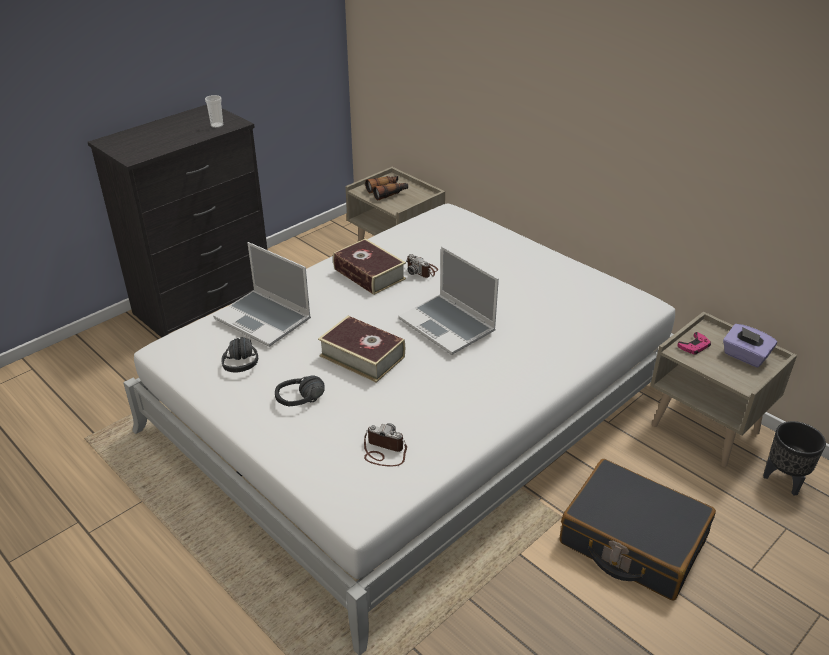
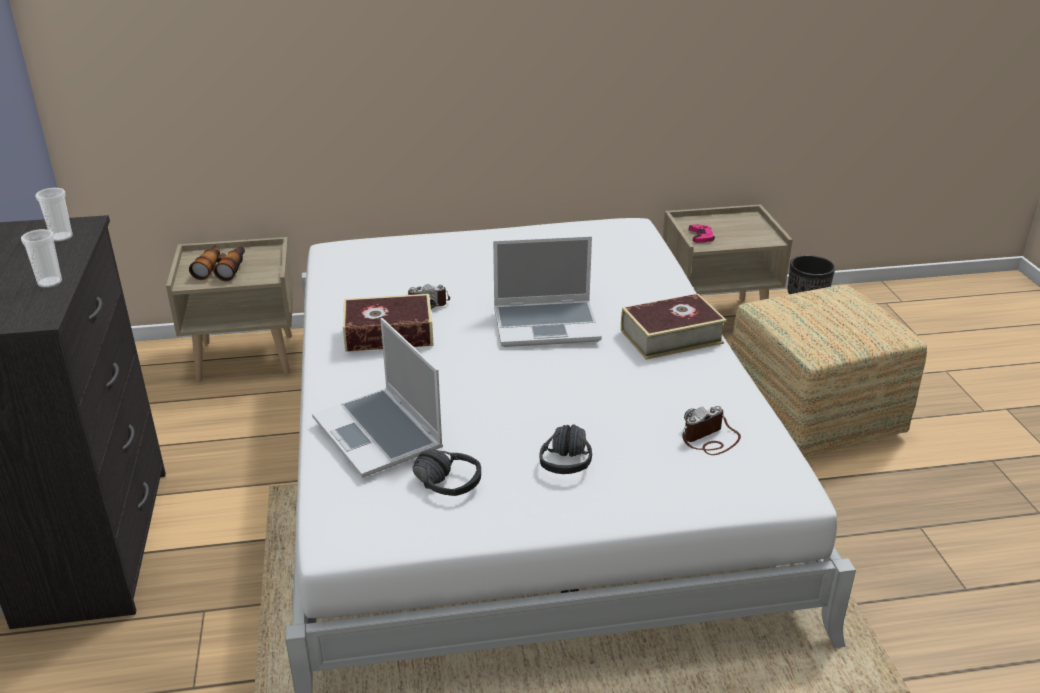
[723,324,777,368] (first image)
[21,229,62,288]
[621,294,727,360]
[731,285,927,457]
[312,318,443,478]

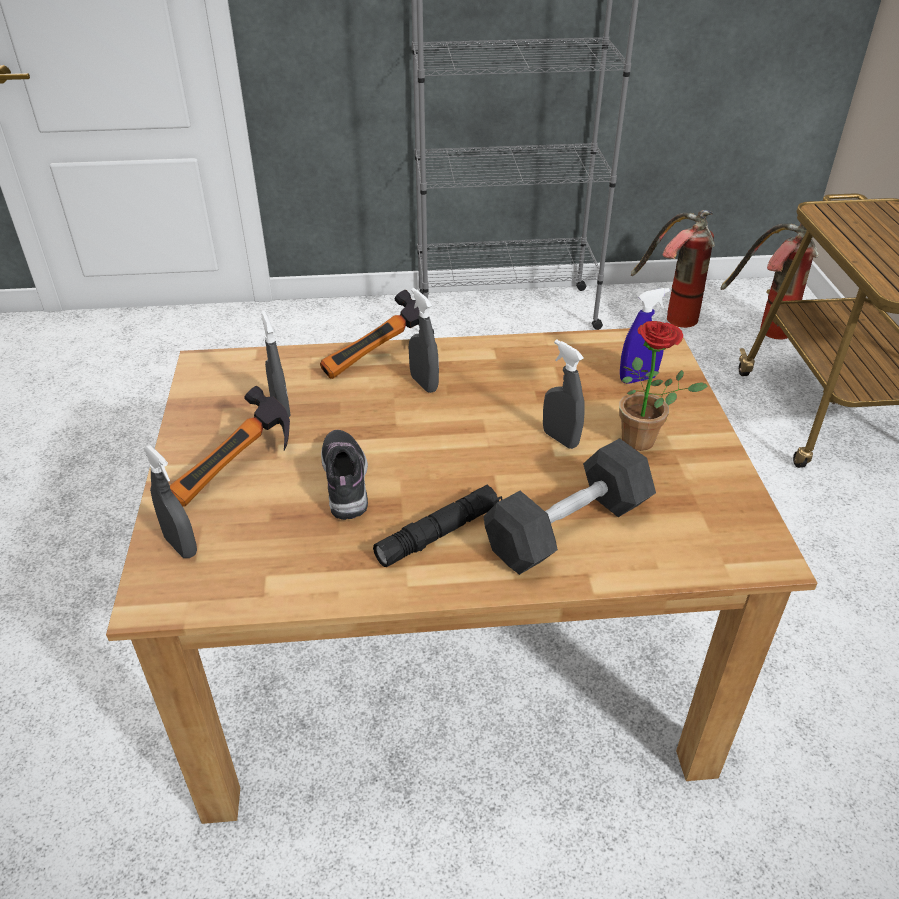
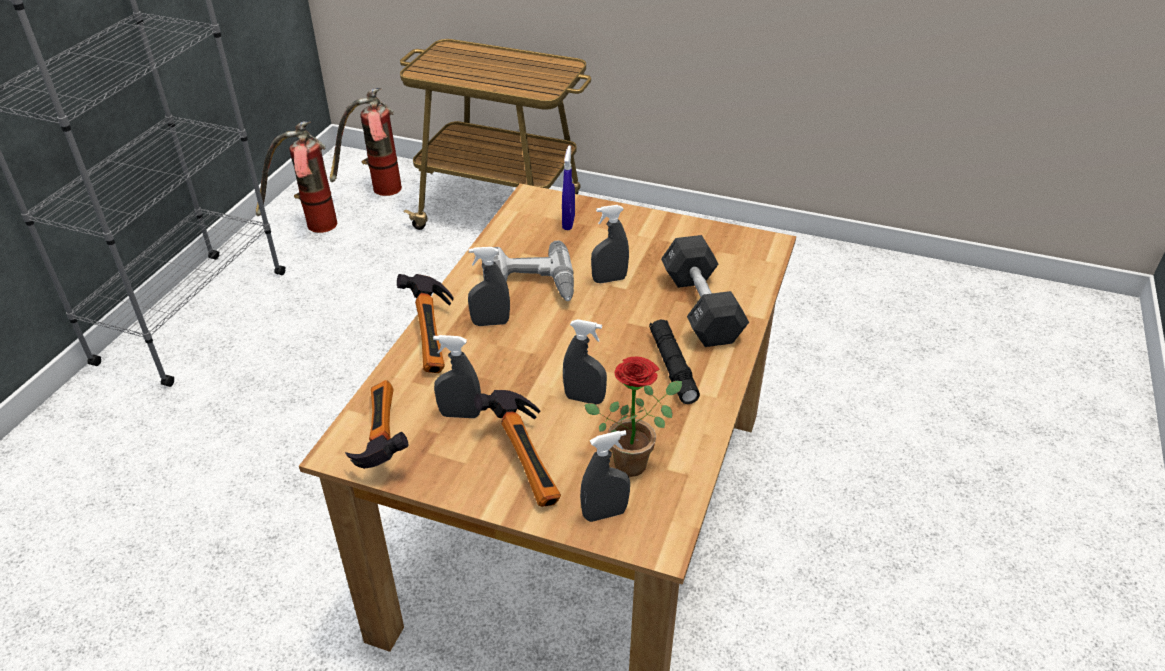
[345,380,409,469]
[482,241,574,301]
[584,357,682,477]
[563,319,607,404]

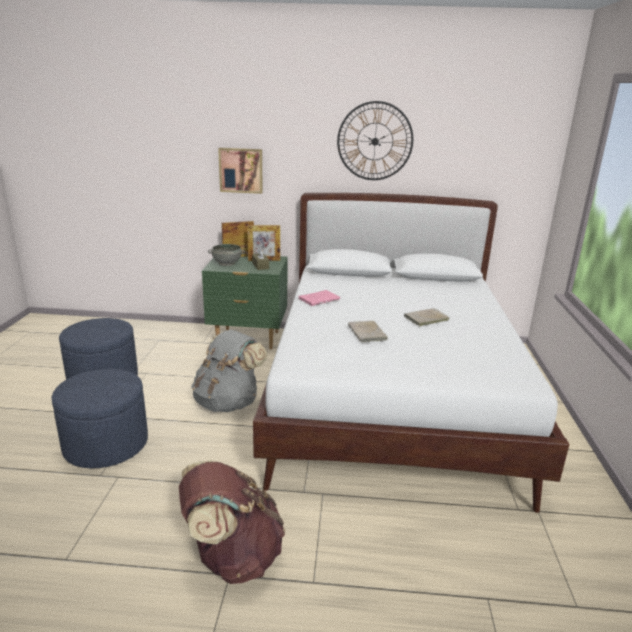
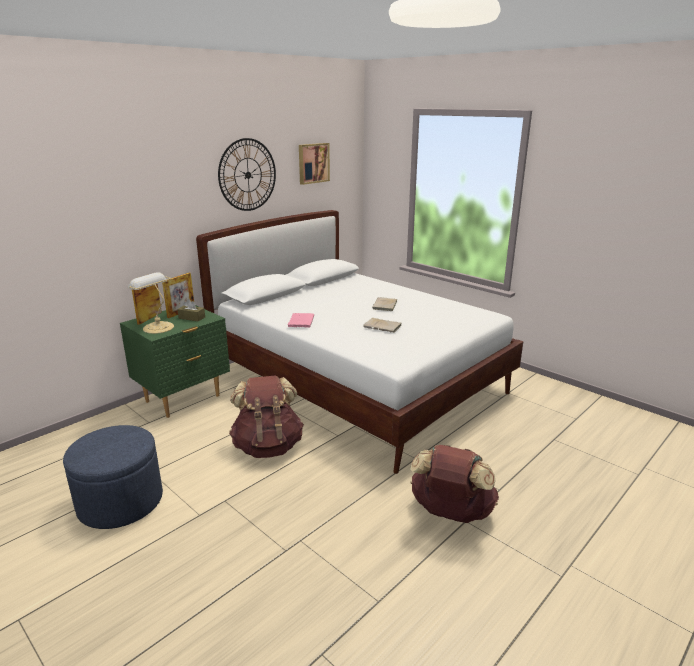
[52,369,148,468] (first image)
[299,143,330,185]
[128,272,174,334]
[229,375,304,458]

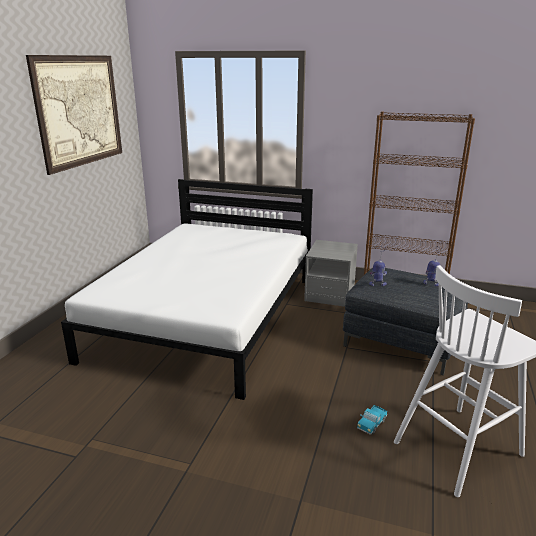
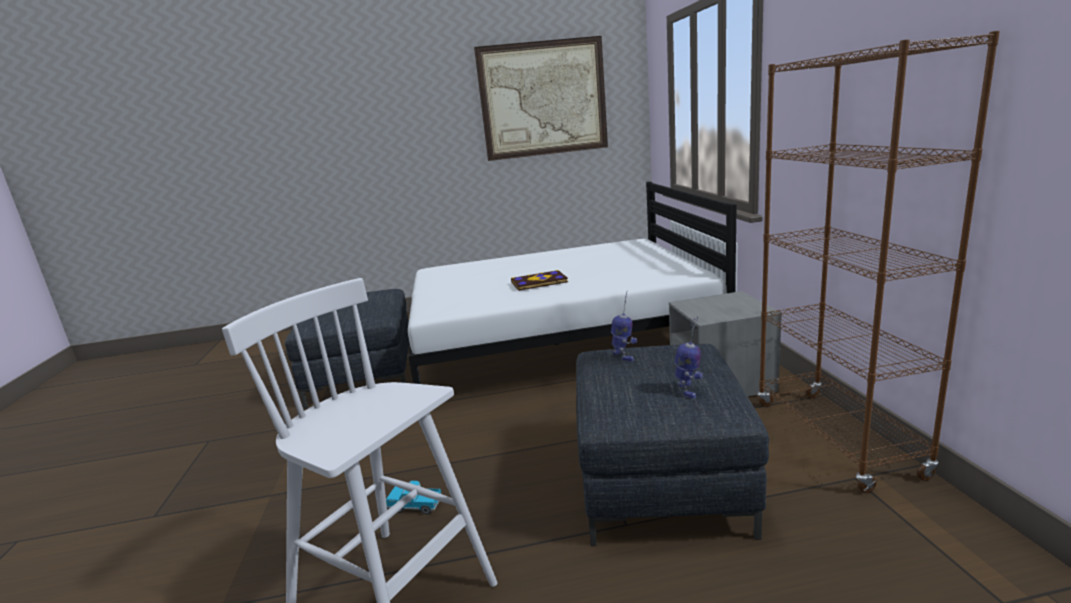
[285,289,410,409]
[511,270,568,291]

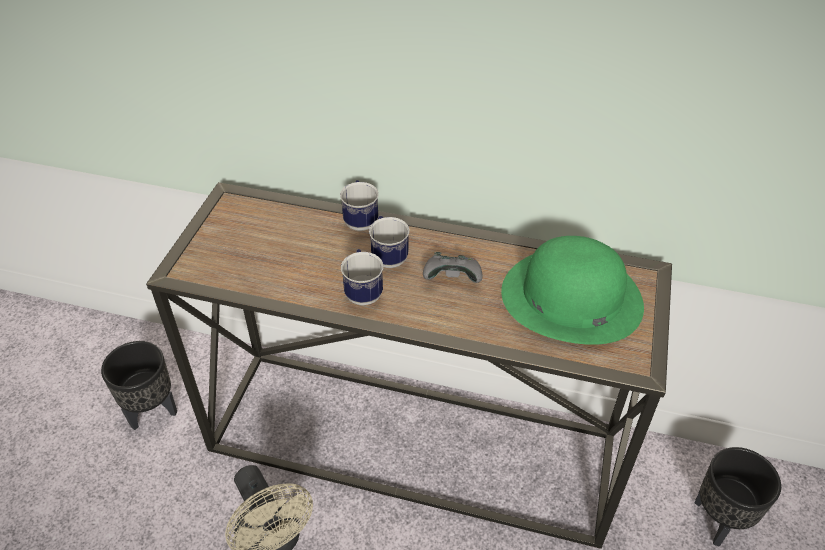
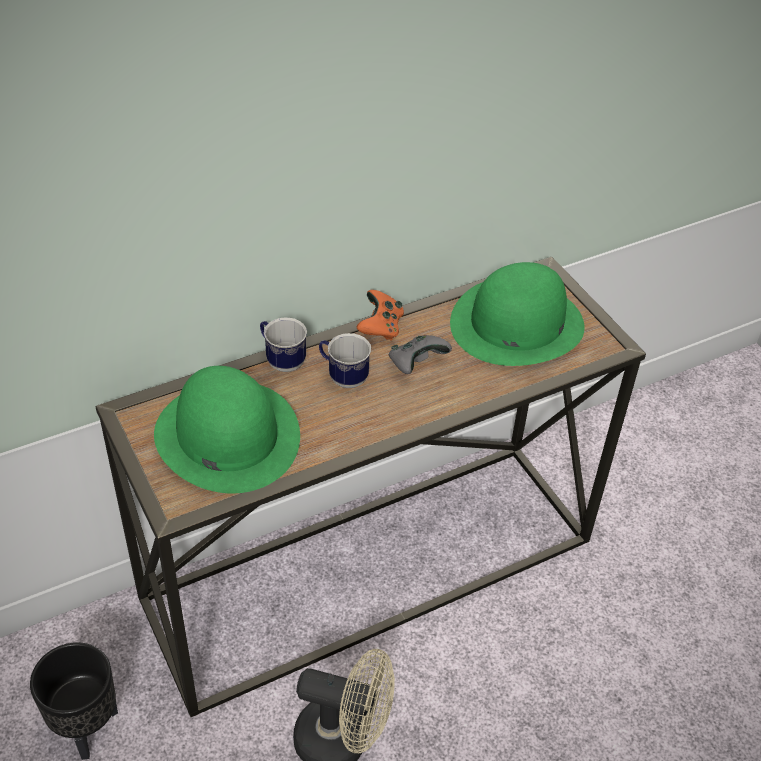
[341,249,383,305] (first image)
[694,447,781,547] (first image)
[154,366,300,494]
[357,290,404,341]

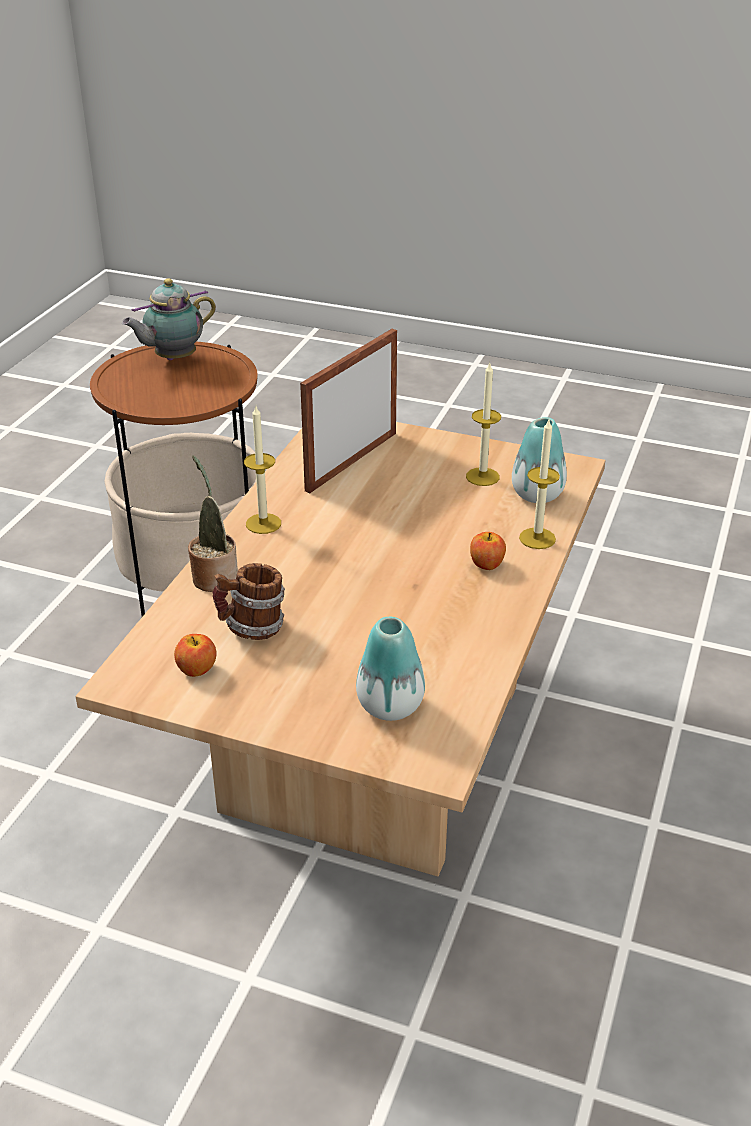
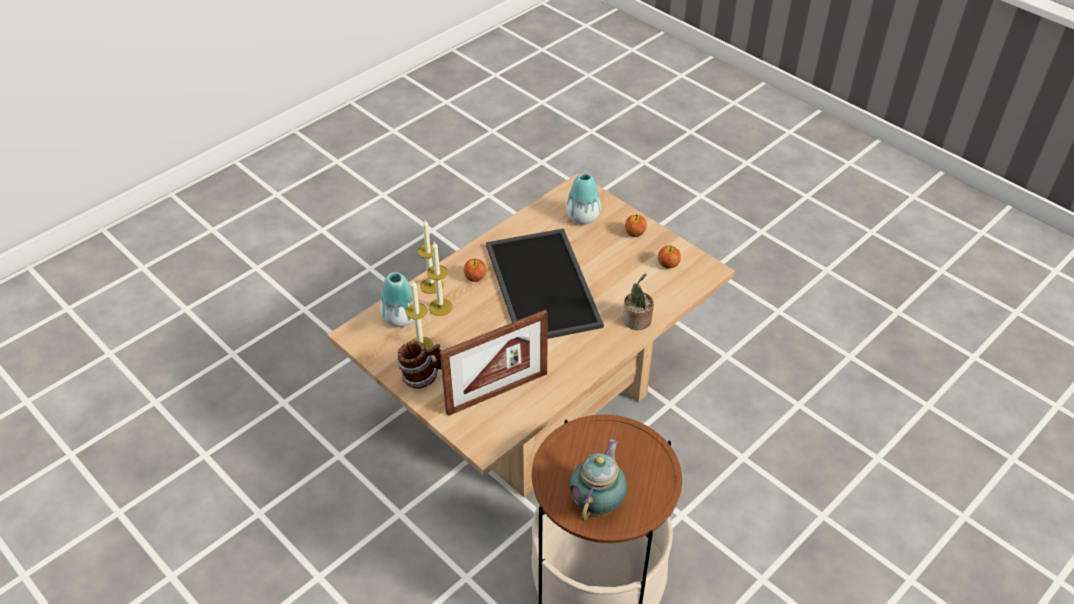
[486,228,604,339]
[625,214,647,237]
[397,341,441,389]
[427,241,453,316]
[569,439,627,521]

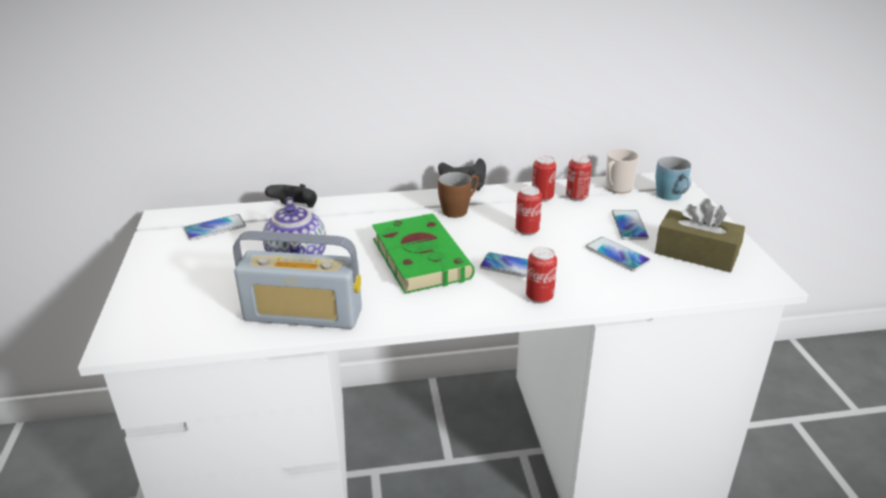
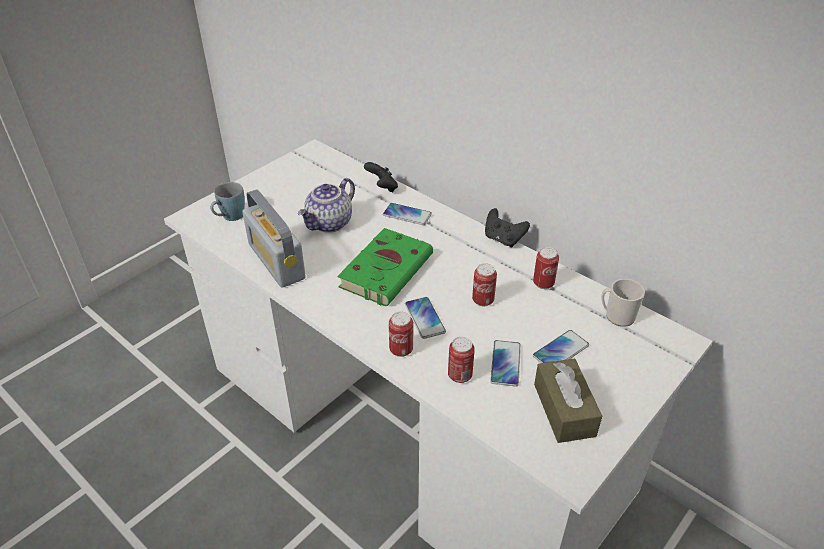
[438,172,479,218] (first image)
[383,203,432,225]
[448,337,475,383]
[210,182,245,221]

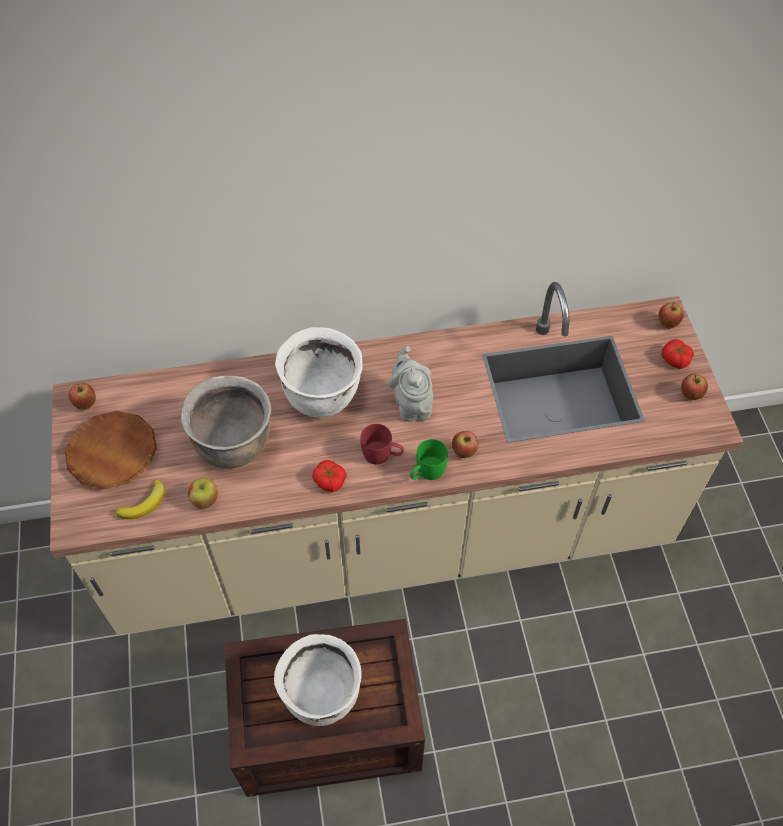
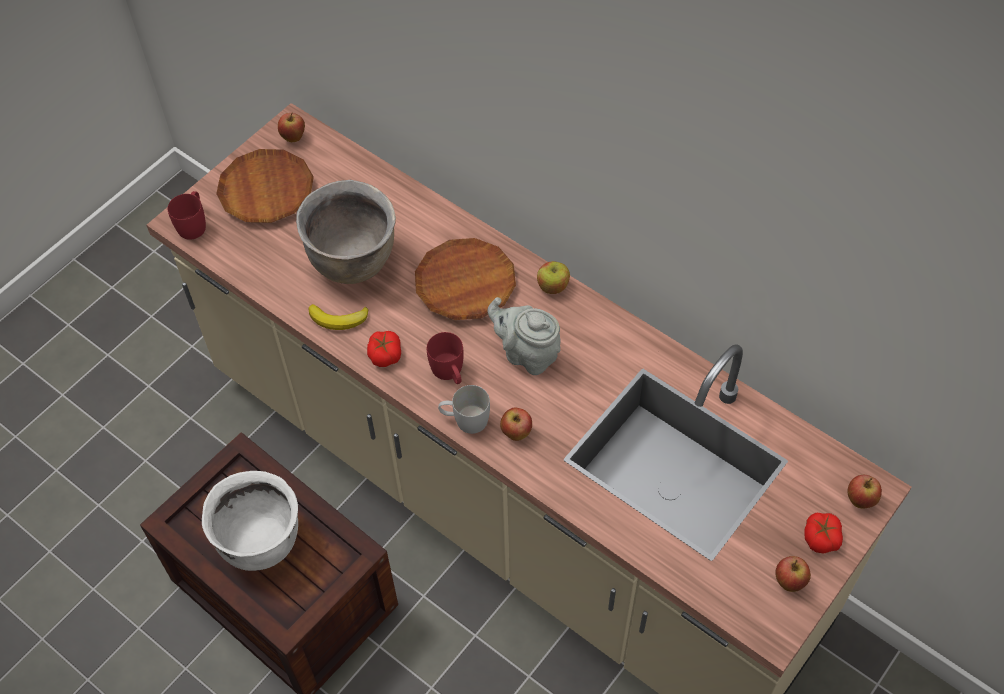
[167,191,206,240]
[309,304,368,330]
[537,261,570,294]
[415,238,516,320]
[438,385,490,434]
[488,297,561,375]

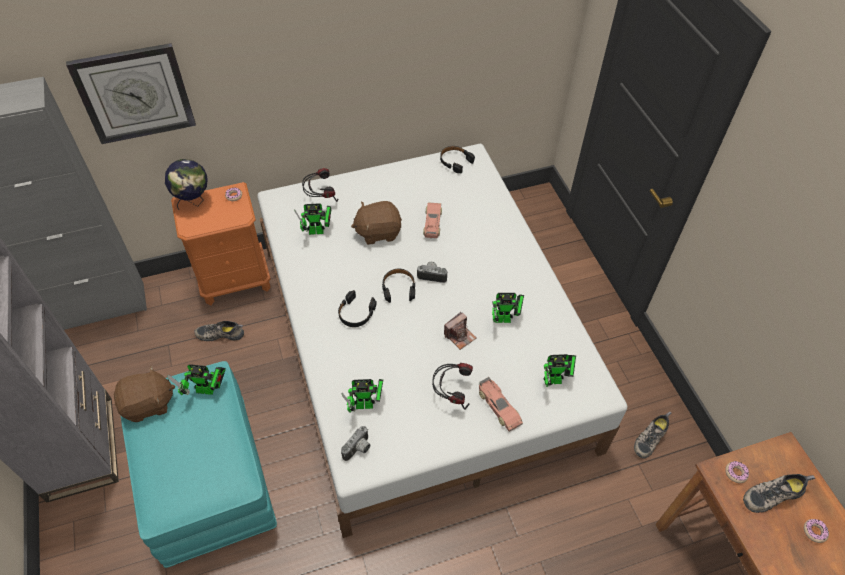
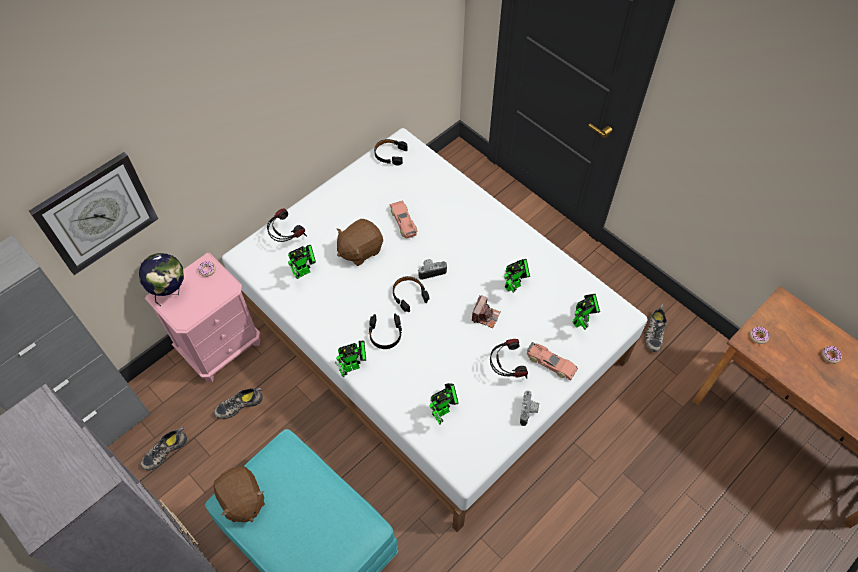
[335,341,366,377]
[520,390,539,426]
[141,427,187,470]
[145,253,260,382]
[213,466,265,522]

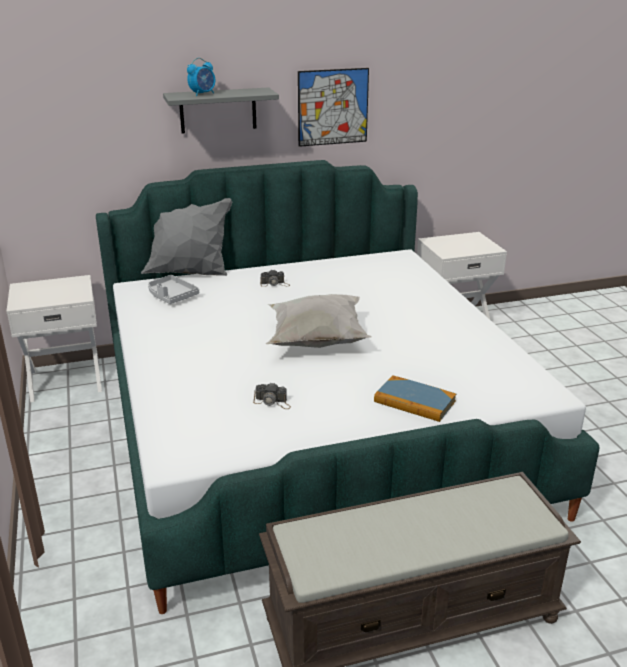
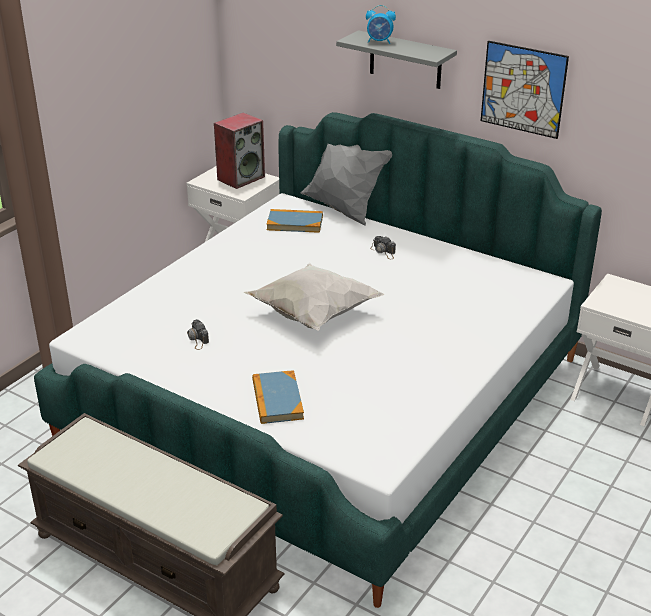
[214,112,265,189]
[266,209,323,233]

